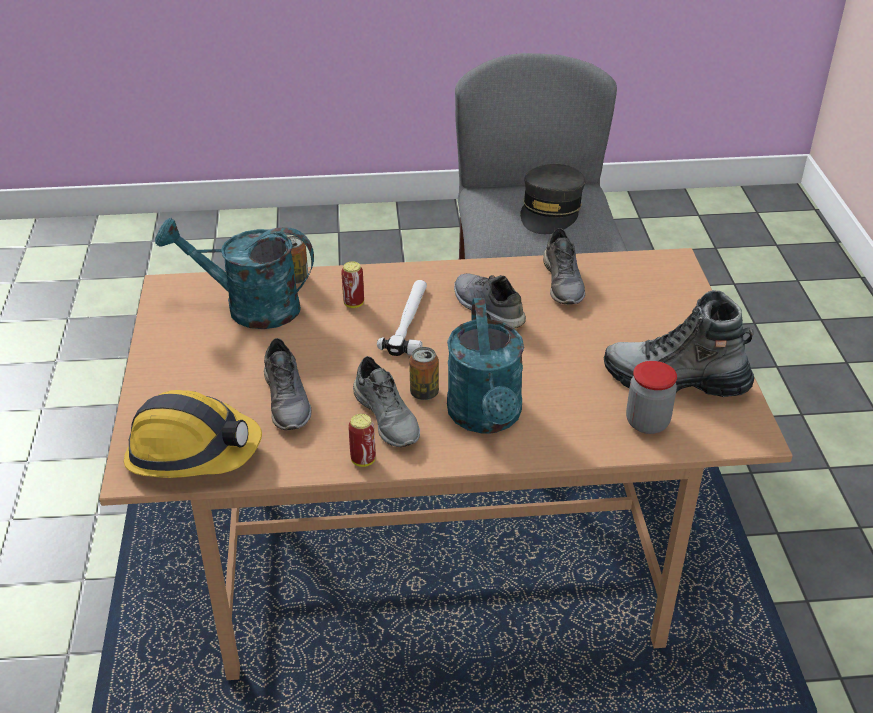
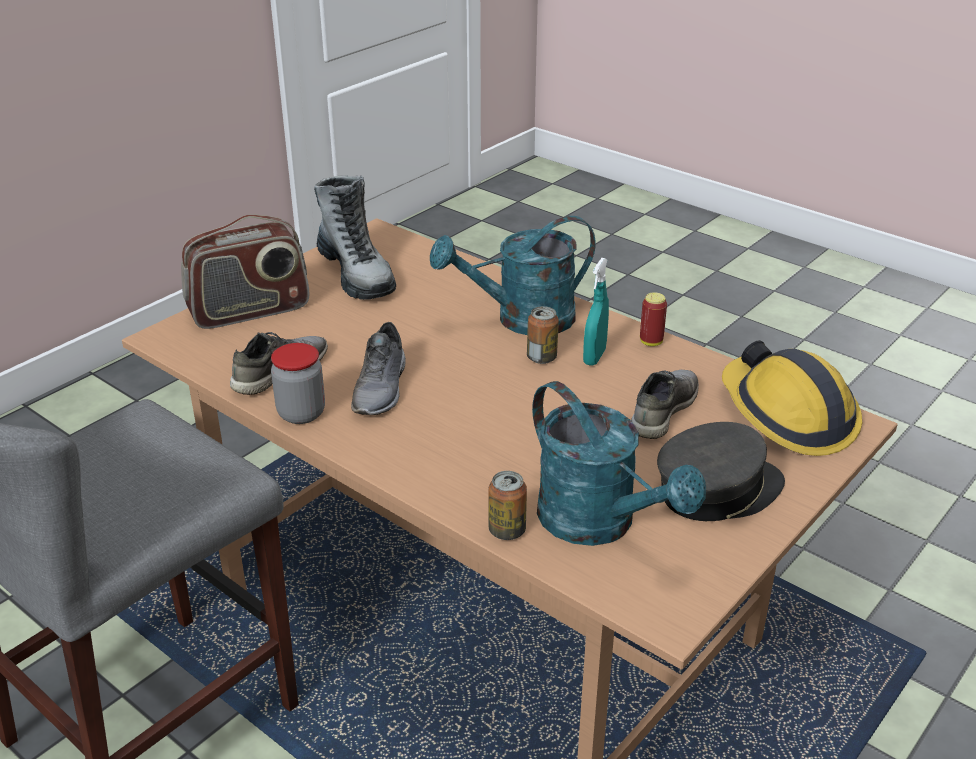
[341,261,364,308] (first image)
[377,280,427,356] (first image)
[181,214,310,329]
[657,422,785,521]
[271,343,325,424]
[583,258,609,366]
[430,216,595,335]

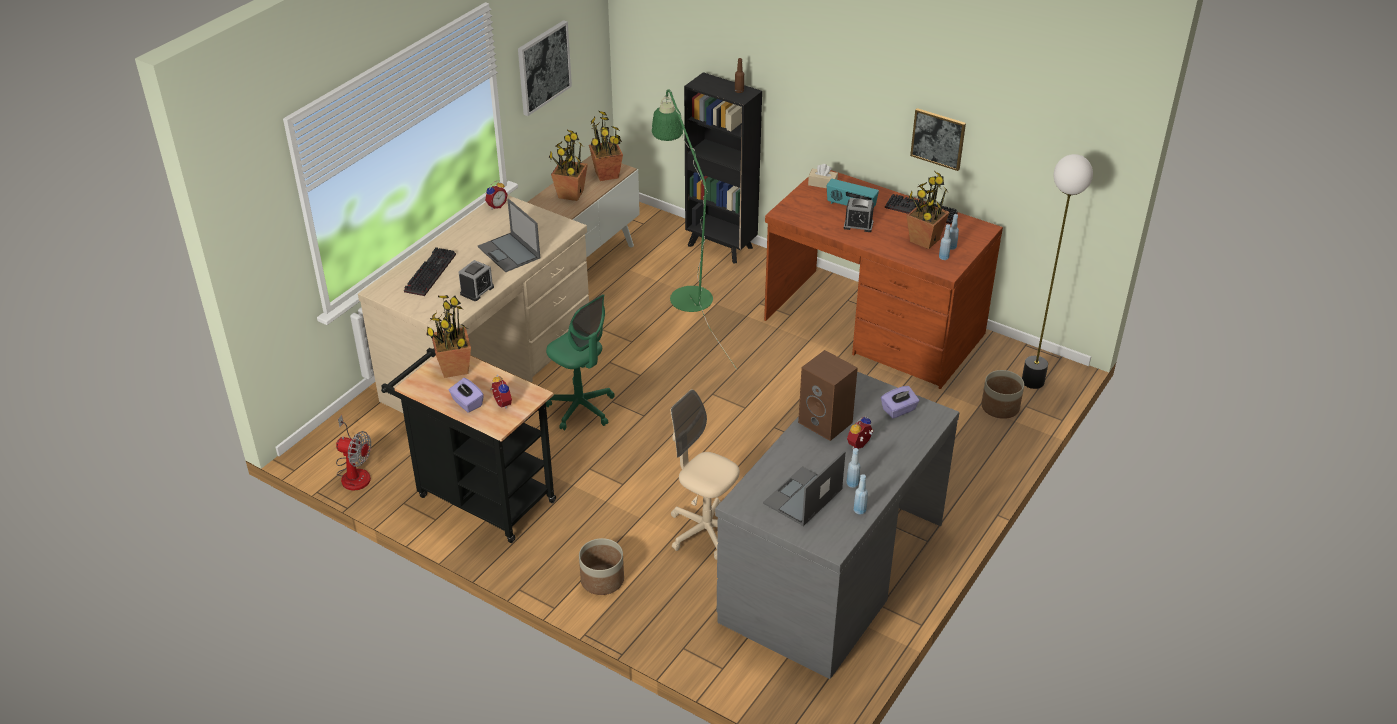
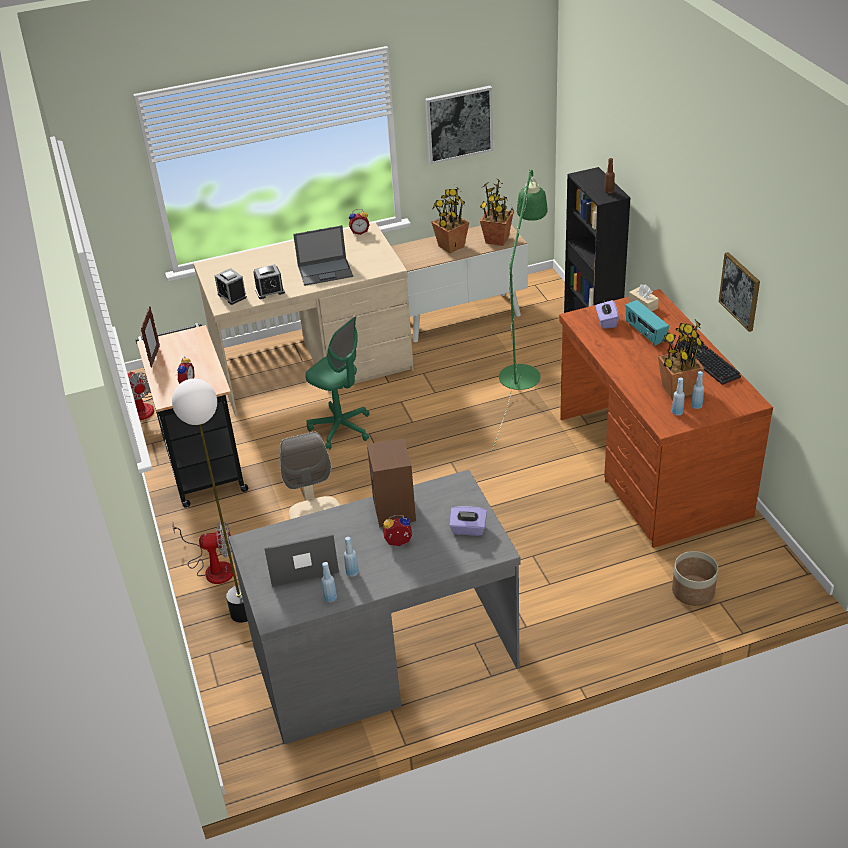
[404,247,456,296] (first image)
[426,295,471,378] (first image)
[141,306,160,367]
[596,300,619,329]
[214,268,247,305]
[172,379,248,623]
[172,521,233,584]
[293,225,353,286]
[305,316,369,450]

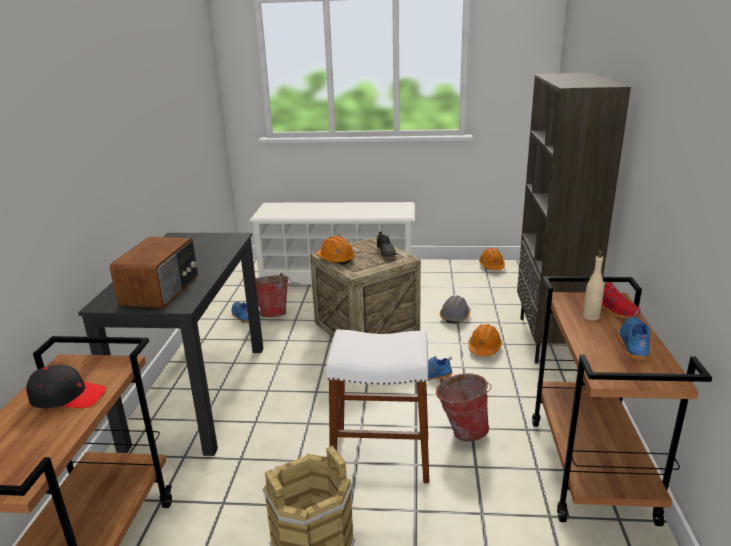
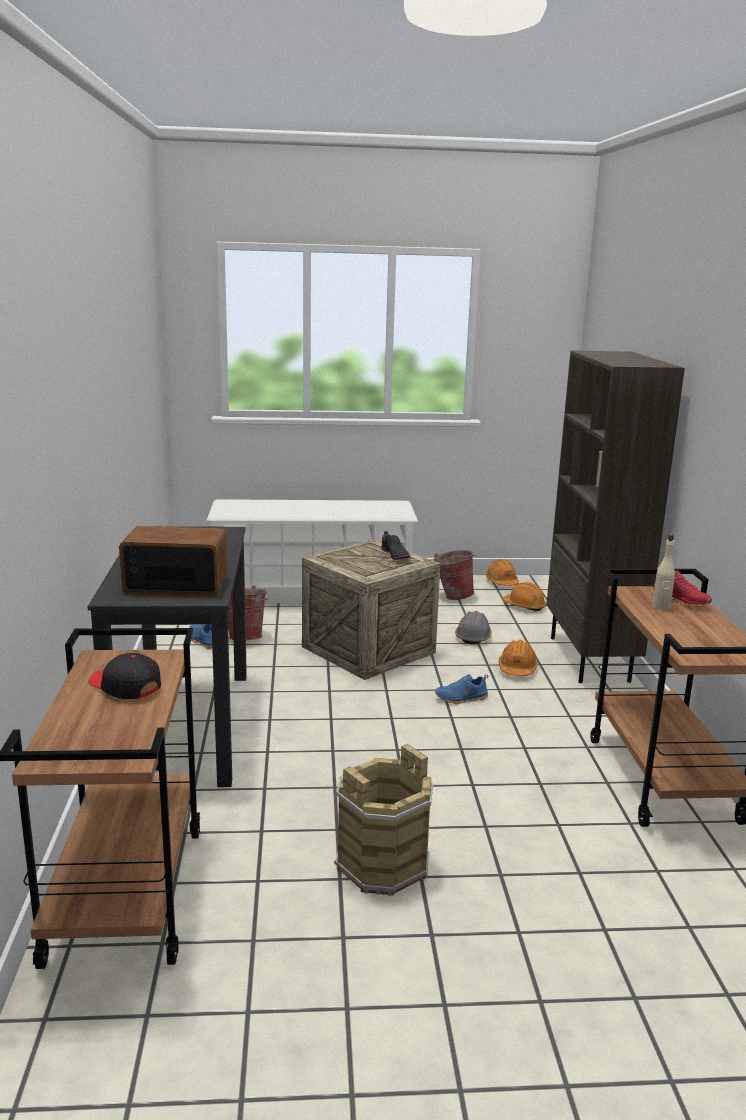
[326,330,429,483] (first image)
[619,317,650,361] (first image)
[503,582,546,611]
[433,550,476,600]
[88,653,161,699]
[119,526,227,596]

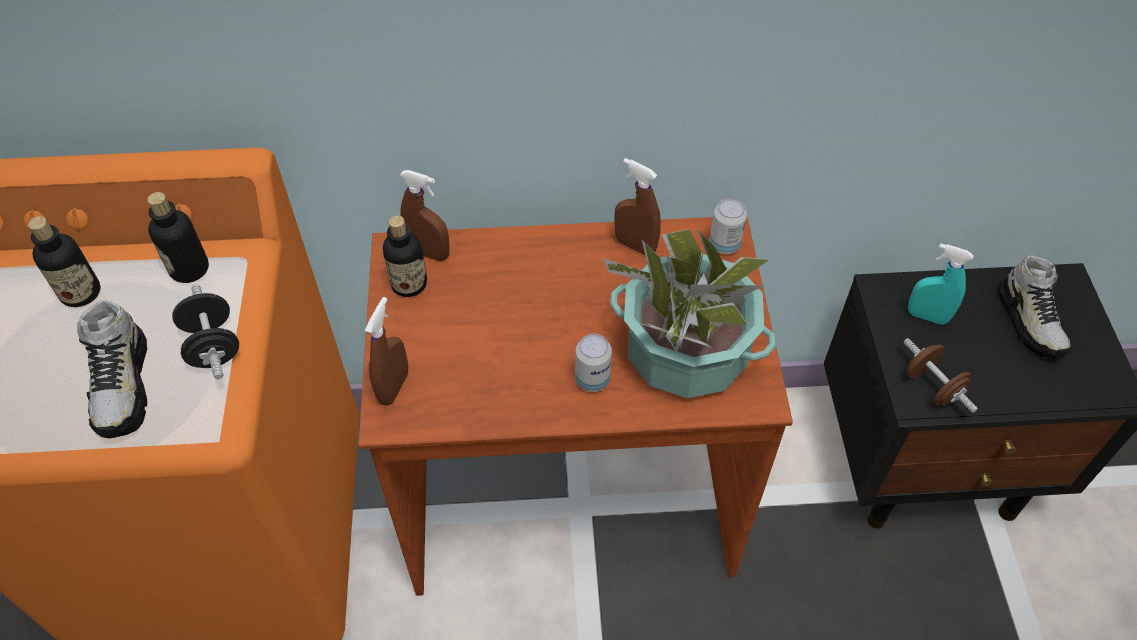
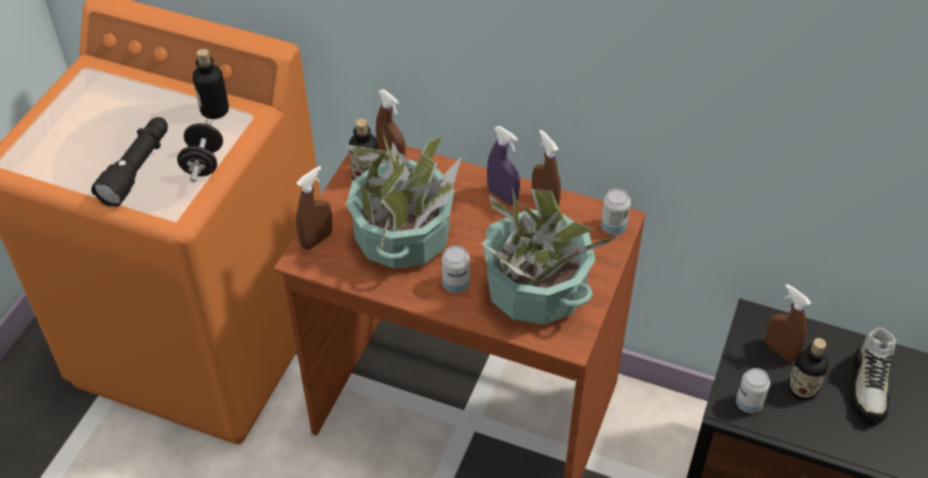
[345,129,462,269]
[487,126,520,205]
[788,338,829,400]
[91,117,168,207]
[736,368,770,413]
[765,284,811,362]

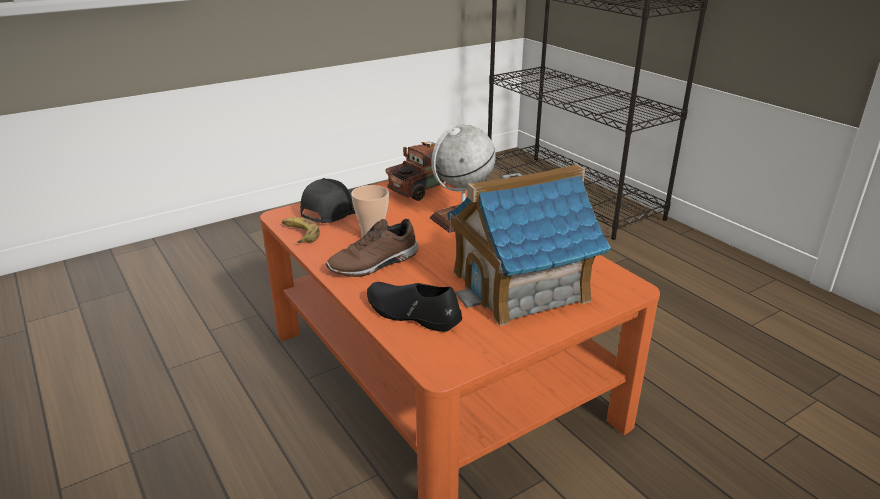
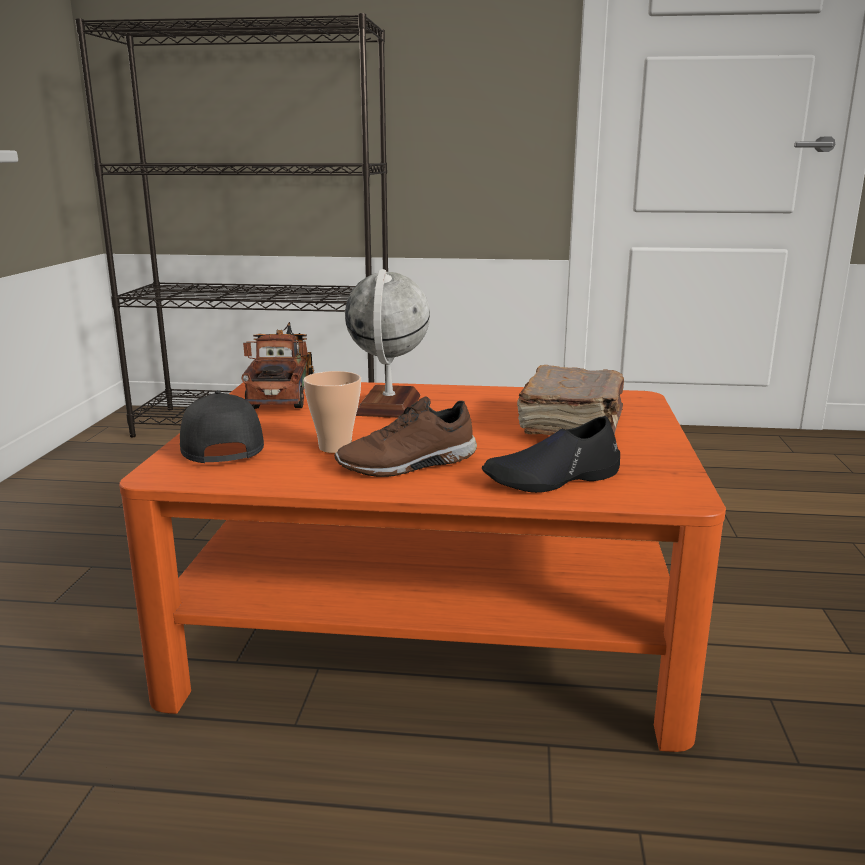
[282,217,320,243] (first image)
[517,365,624,435]
[334,396,477,477]

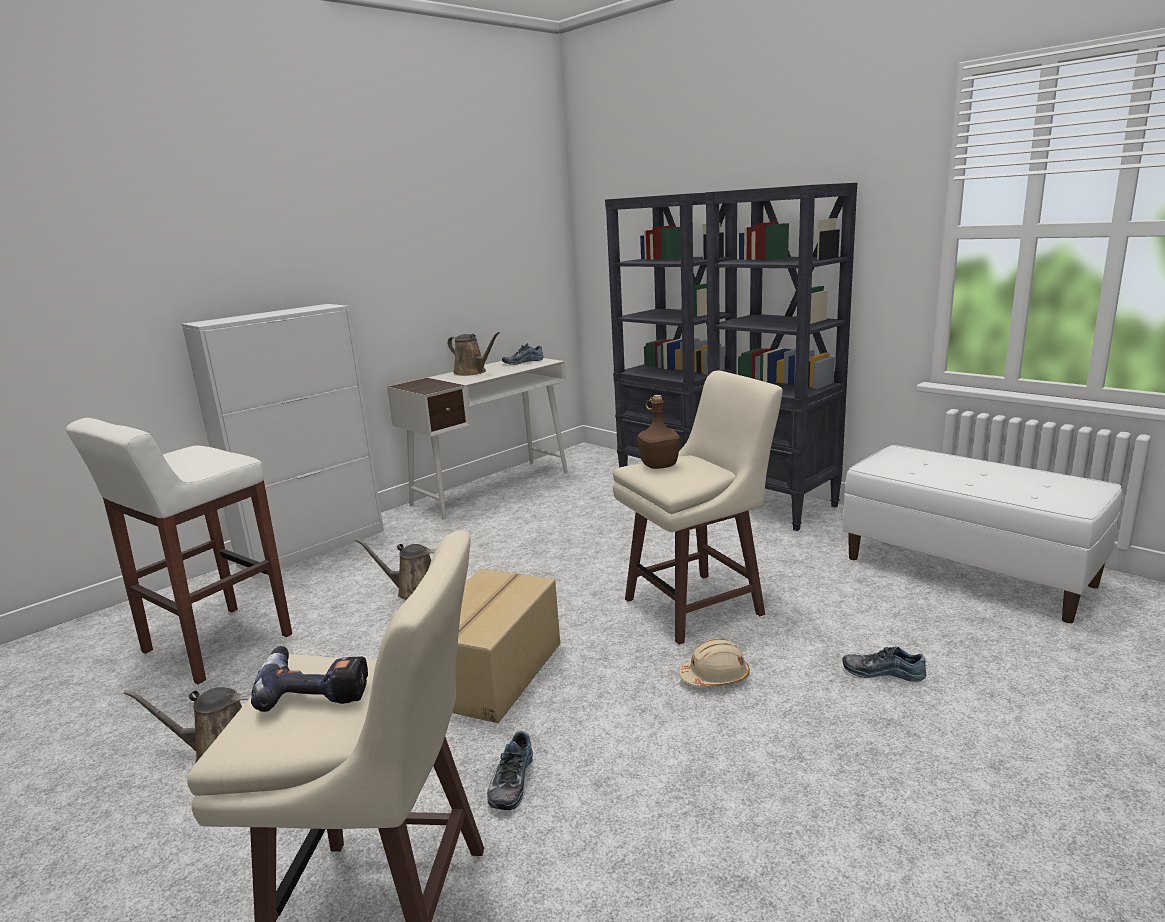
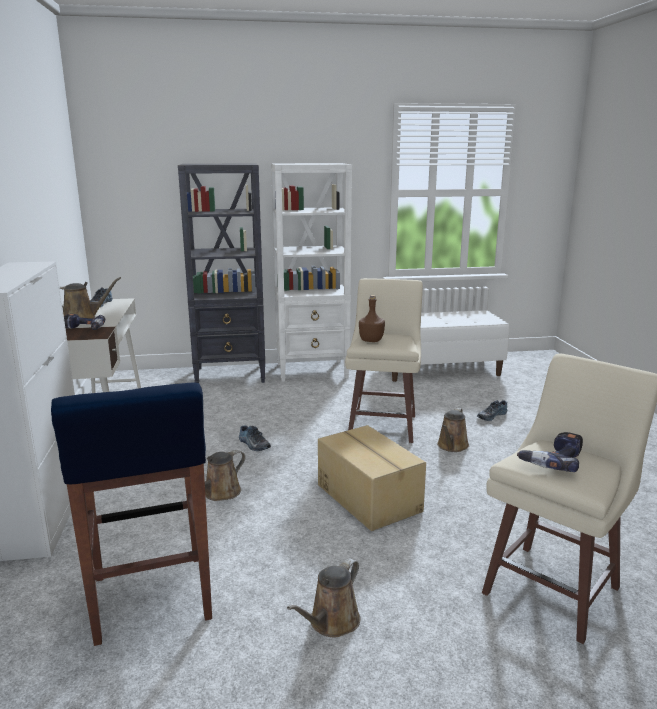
[64,314,105,330]
[239,426,271,451]
[437,408,469,452]
[51,383,212,646]
[271,163,352,382]

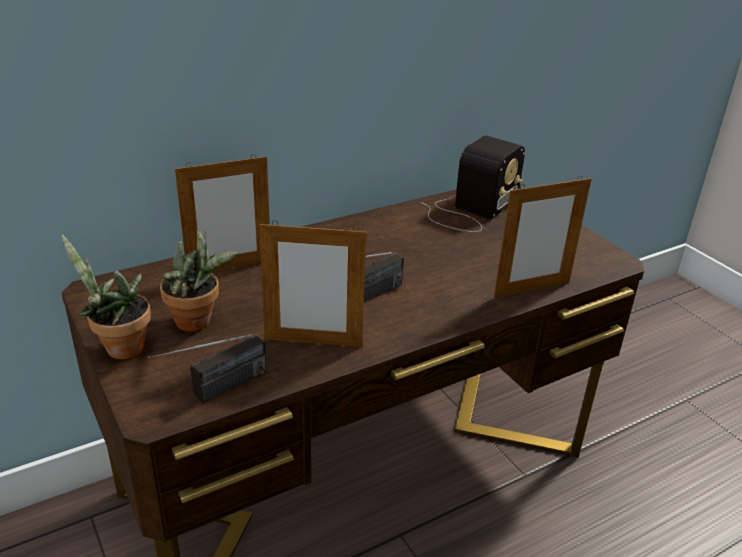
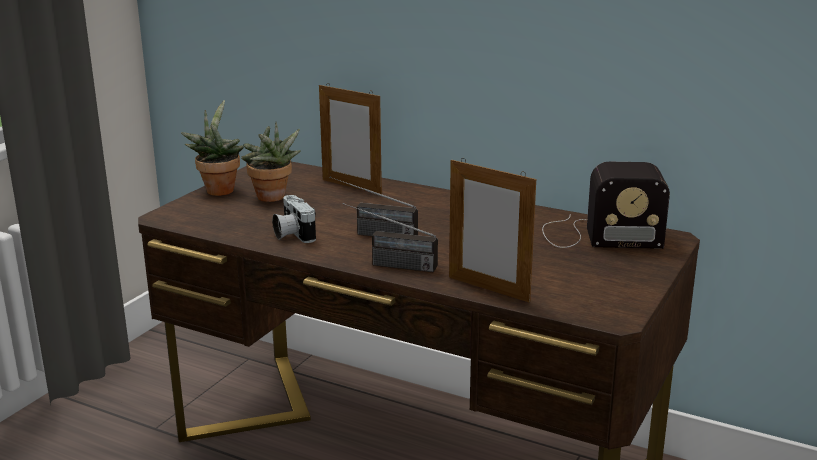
[343,203,438,272]
[272,195,316,243]

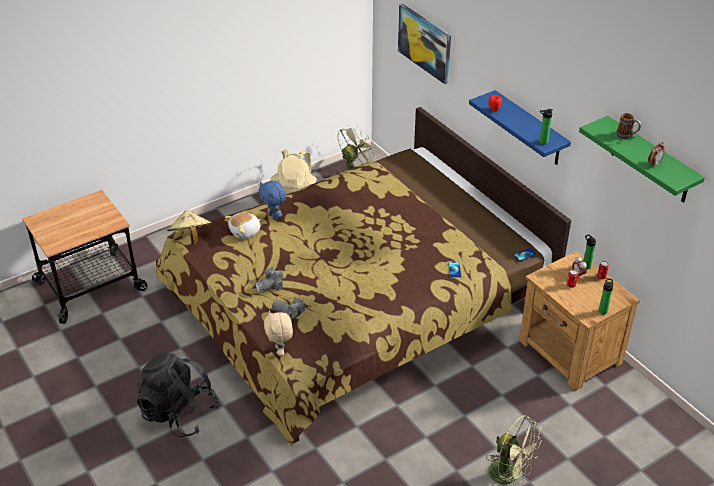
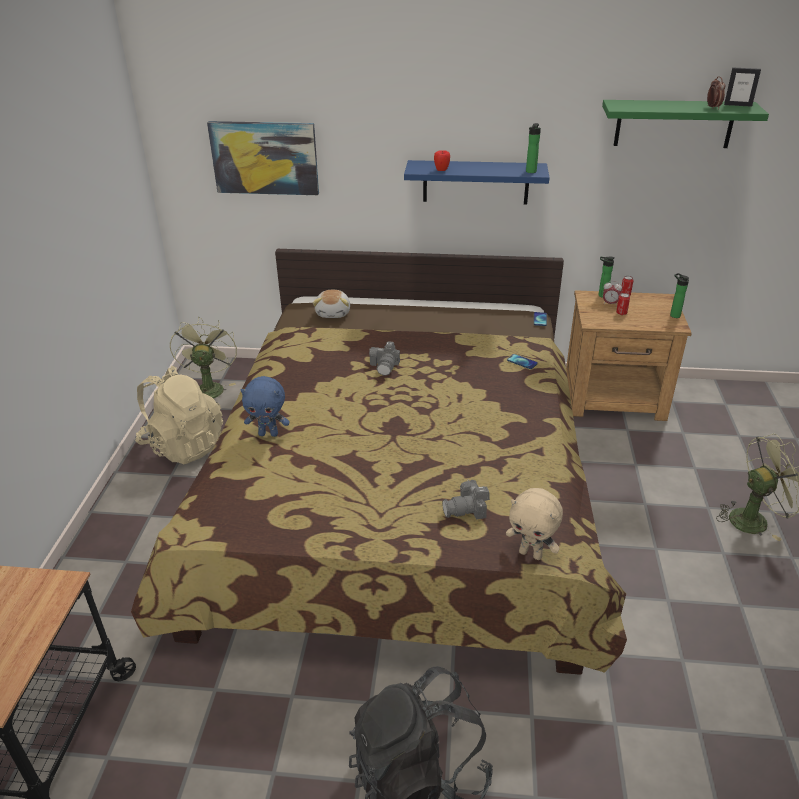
[167,210,212,244] (first image)
[616,113,641,139] (first image)
[724,68,761,107]
[313,290,350,318]
[369,341,400,375]

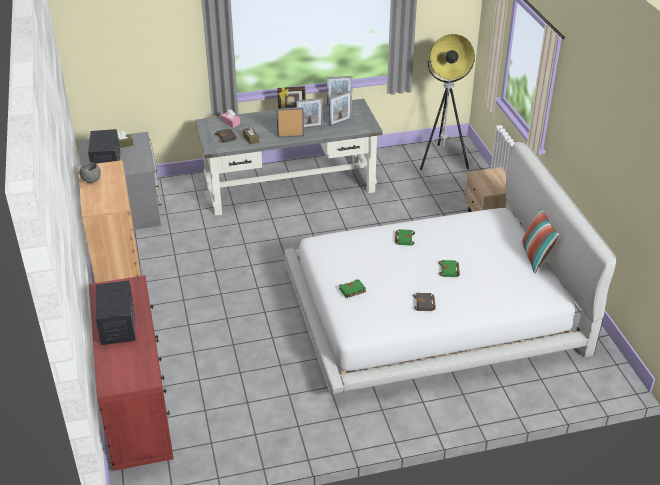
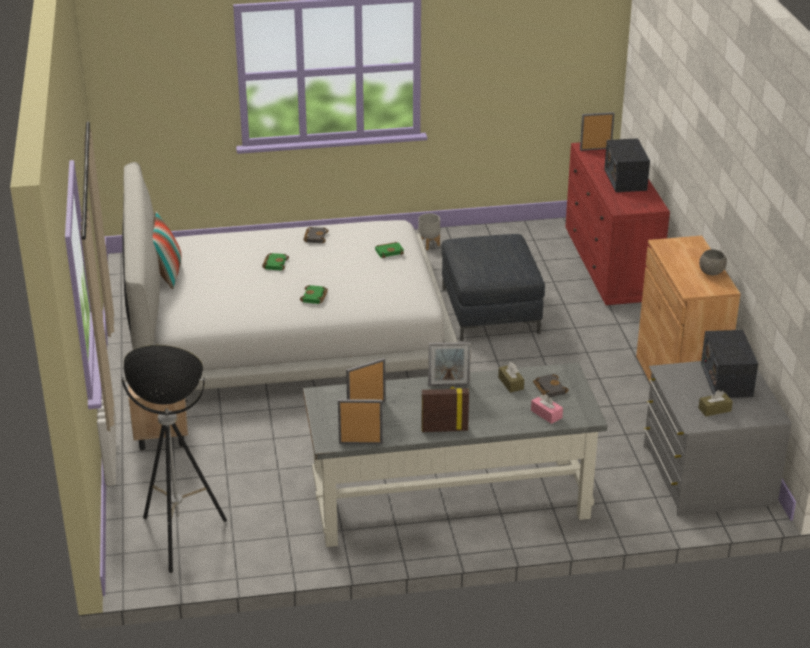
[418,213,440,250]
[442,234,545,341]
[580,112,615,151]

